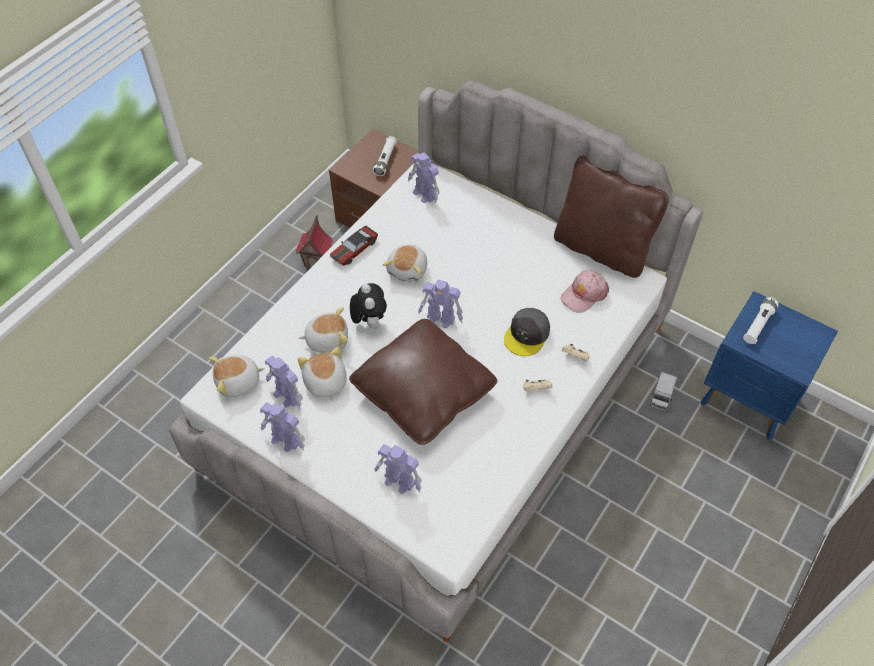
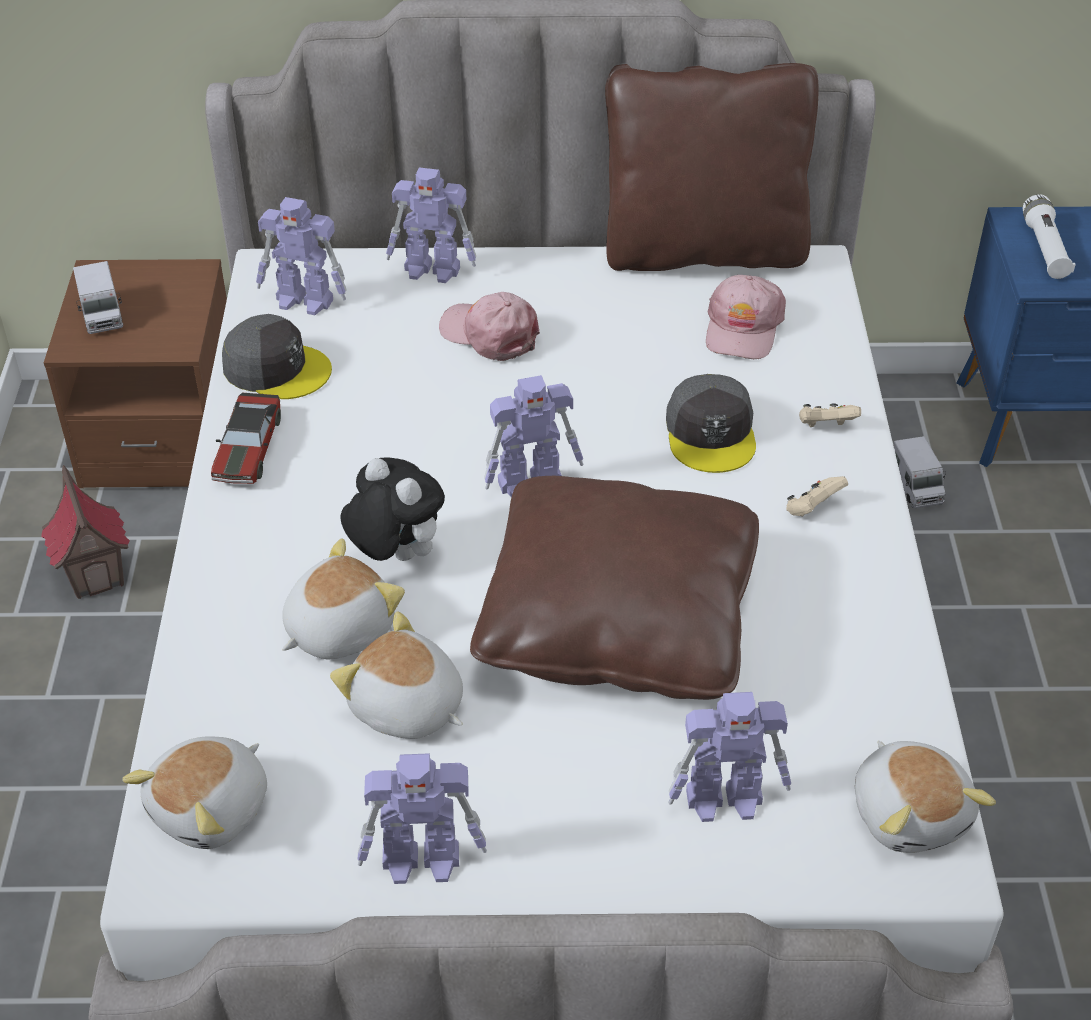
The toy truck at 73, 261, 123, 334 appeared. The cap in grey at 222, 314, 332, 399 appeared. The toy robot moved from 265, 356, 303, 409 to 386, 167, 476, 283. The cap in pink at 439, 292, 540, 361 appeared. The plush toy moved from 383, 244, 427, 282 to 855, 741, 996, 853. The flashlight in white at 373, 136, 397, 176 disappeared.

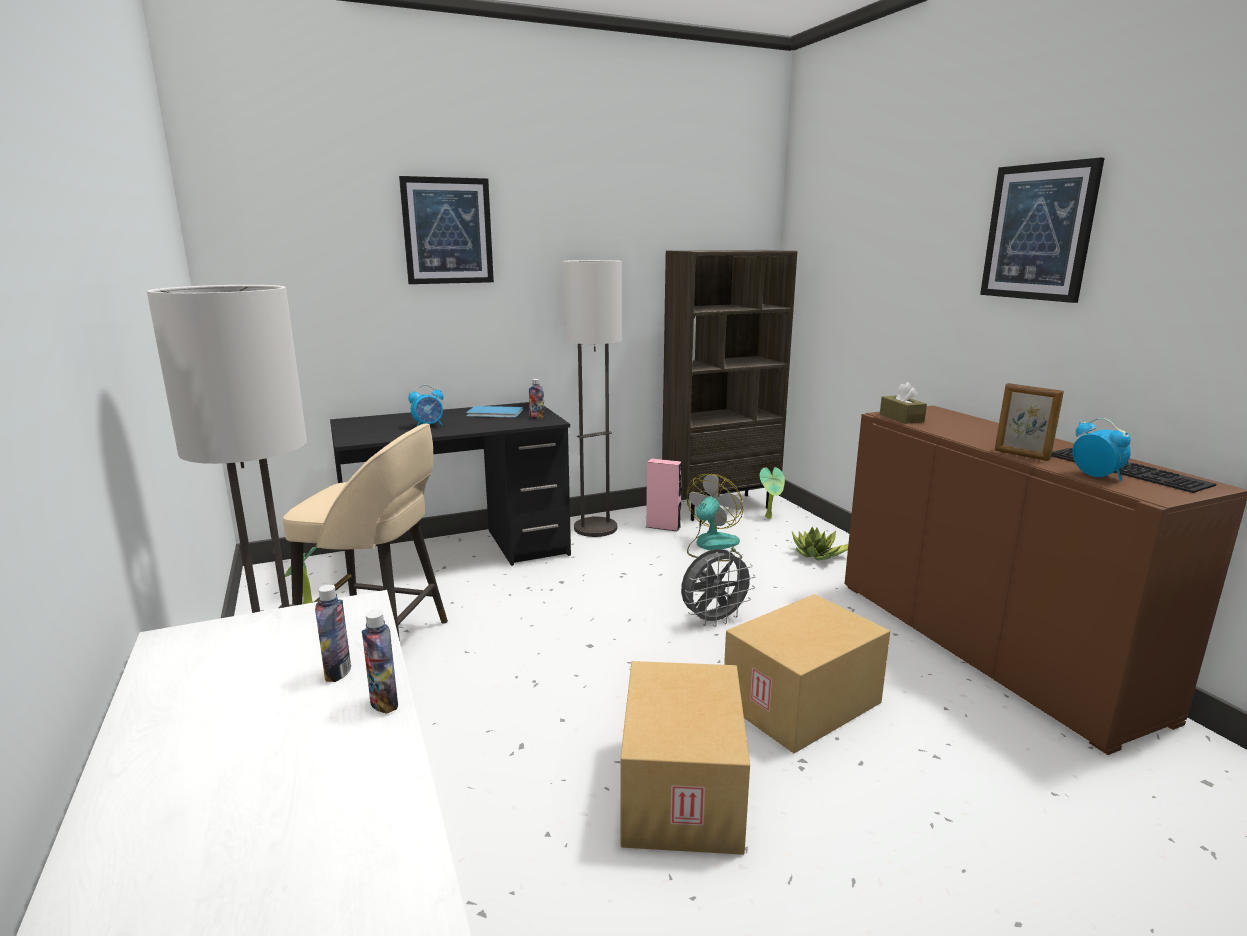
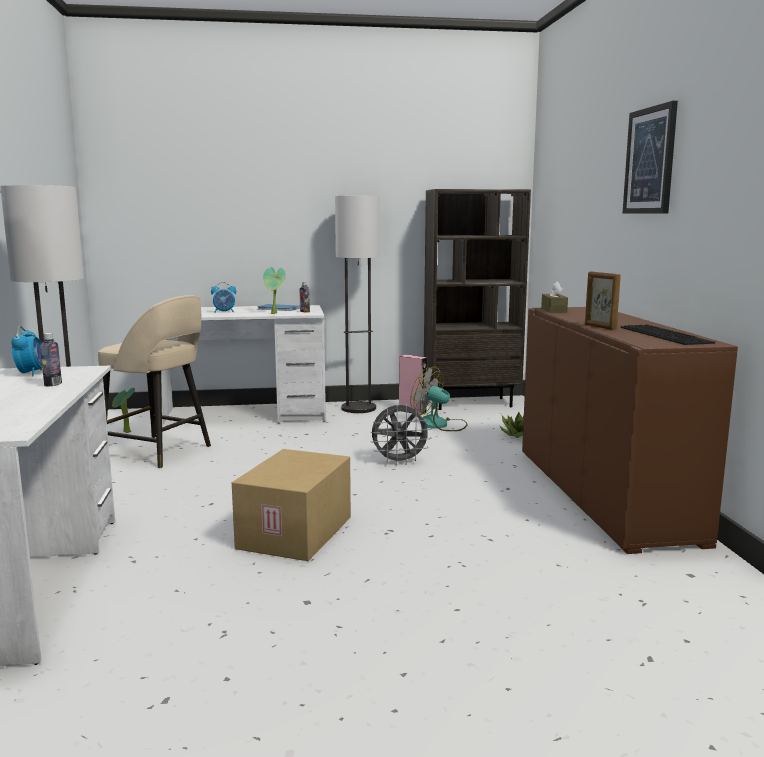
The alarm clock moved from 1072, 418, 1131, 481 to 11, 326, 42, 377. The desk in black at 330, 402, 571, 566 became the desk in white at 161, 305, 326, 427. The potted plant moved from 759, 467, 785, 519 to 263, 267, 286, 314. The fan at 687, 474, 743, 561 turned 105 degrees counterclockwise. The bottle at 362, 610, 398, 714 disappeared. The picture at 399, 176, 494, 284 disappeared. The cardboard box at 724, 594, 890, 753 disappeared.

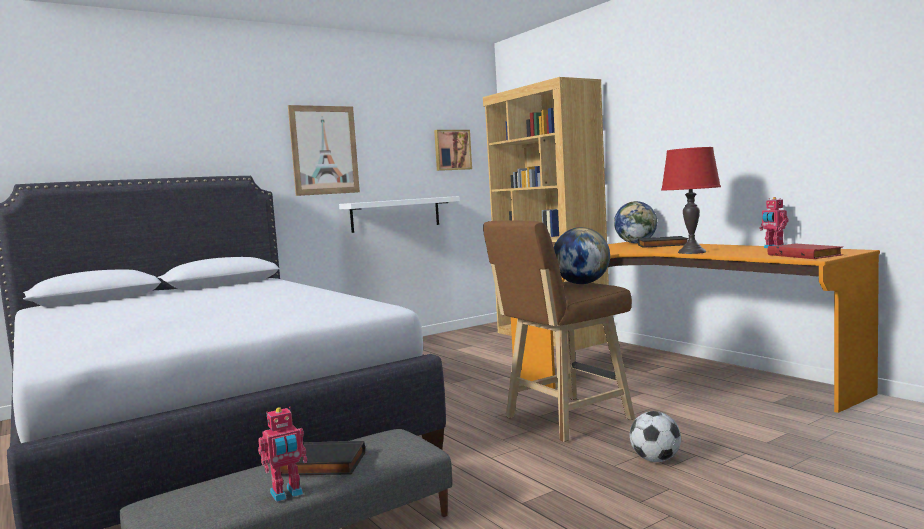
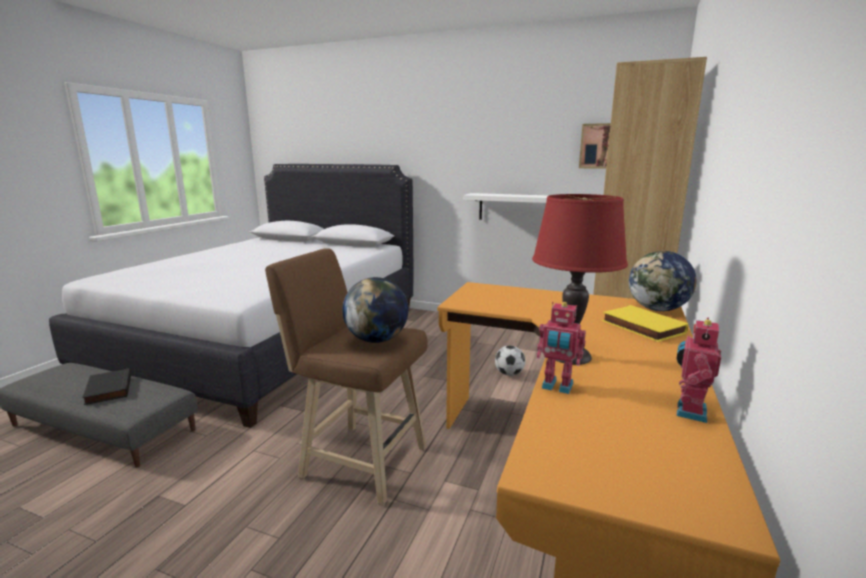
The football moved from 629, 411, 681, 462 to 495, 345, 525, 376. The toy robot moved from 258, 407, 307, 502 to 537, 302, 586, 394. The book in black at 638, 236, 689, 248 became the book in yellow at 602, 305, 688, 342. The picture at 288, 105, 360, 196 disappeared. The book in red at 768, 244, 843, 259 disappeared.

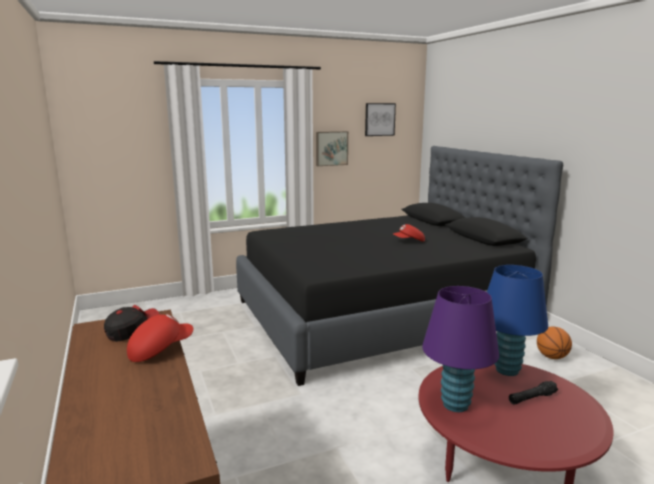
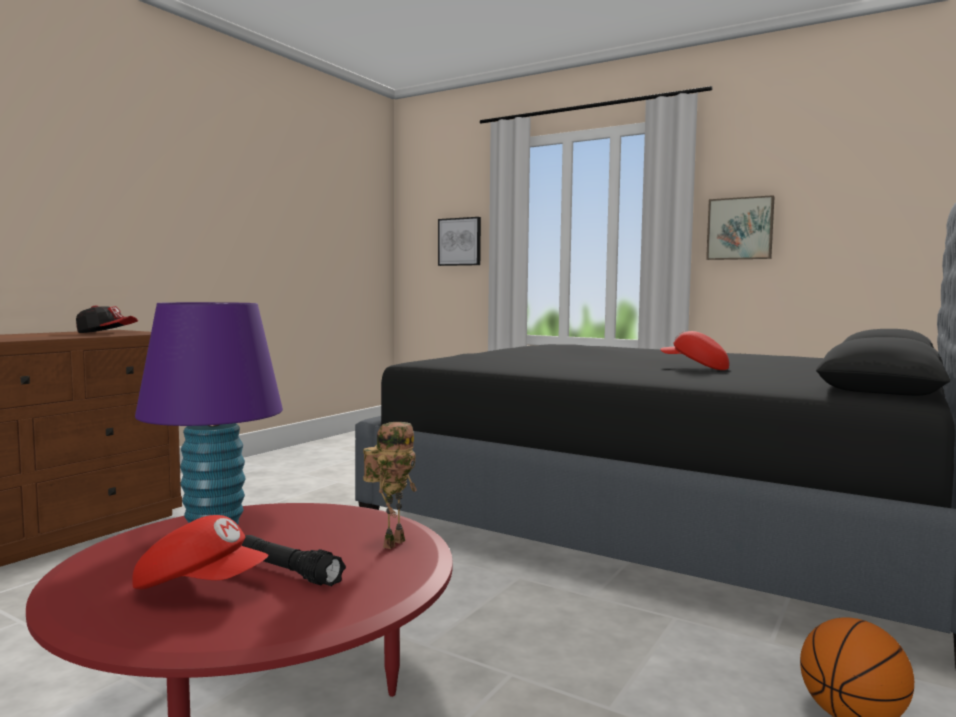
The cap in red moved from 127, 314, 193, 362 to 132, 515, 269, 589. The table lamp in blue at 487, 265, 548, 376 was replaced by the toy robot at 363, 422, 417, 549. The picture moved from 365, 103, 396, 136 to 438, 217, 481, 266.

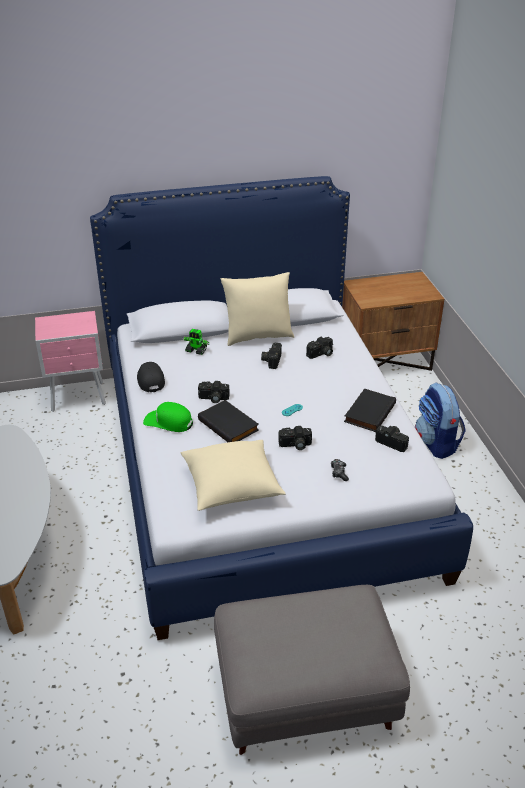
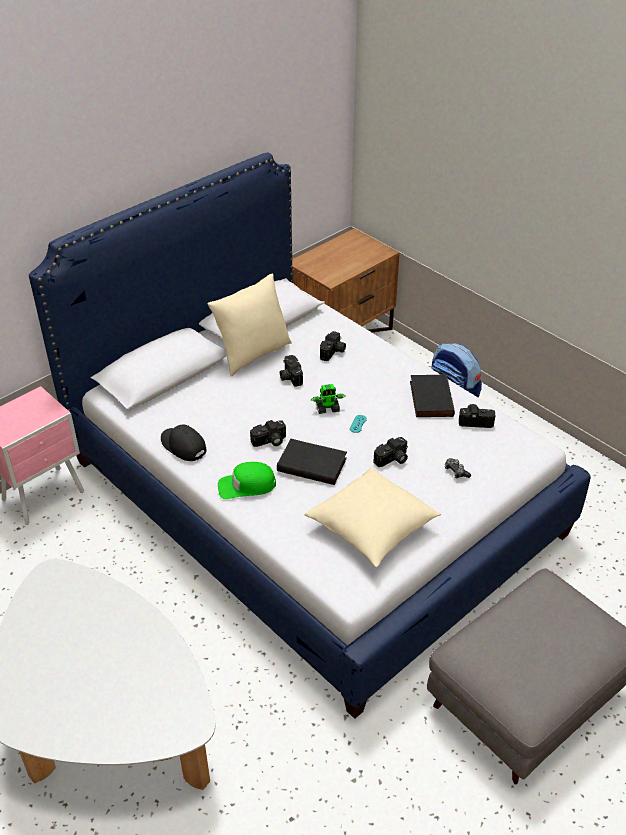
The toy robot moved from 183, 329, 209, 355 to 311, 384, 346, 414.

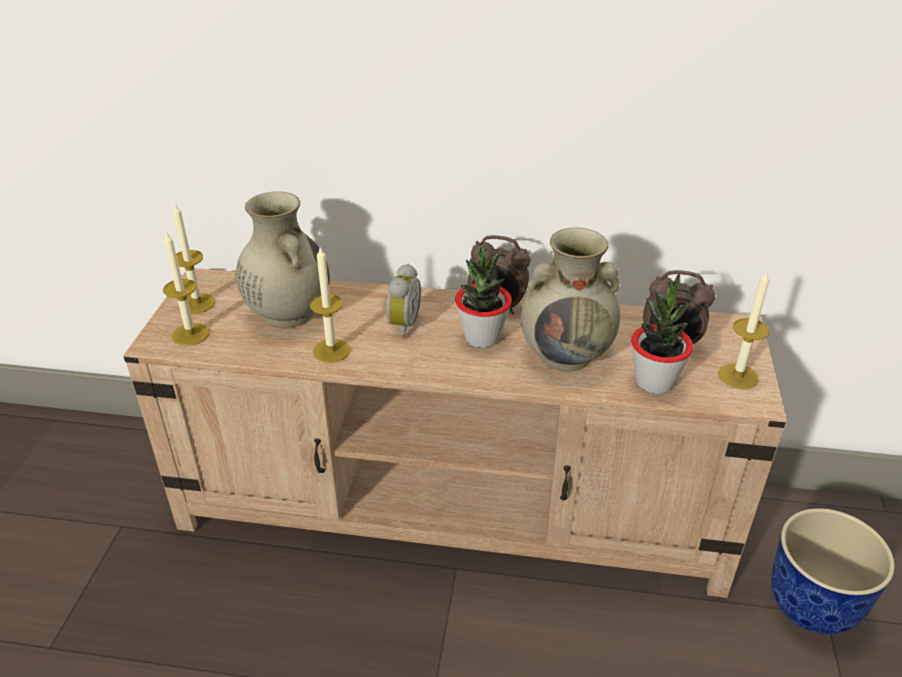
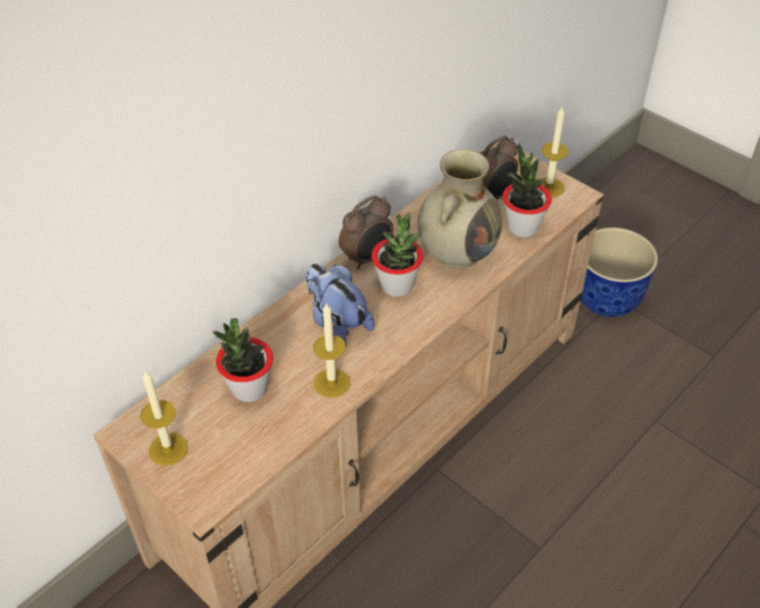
The vase in beige at 236, 191, 330, 328 was replaced by the potted plant at 213, 318, 273, 402. The alarm clock at 386, 264, 421, 338 was replaced by the plush toy at 306, 264, 374, 346. The candle at 163, 231, 209, 346 disappeared.

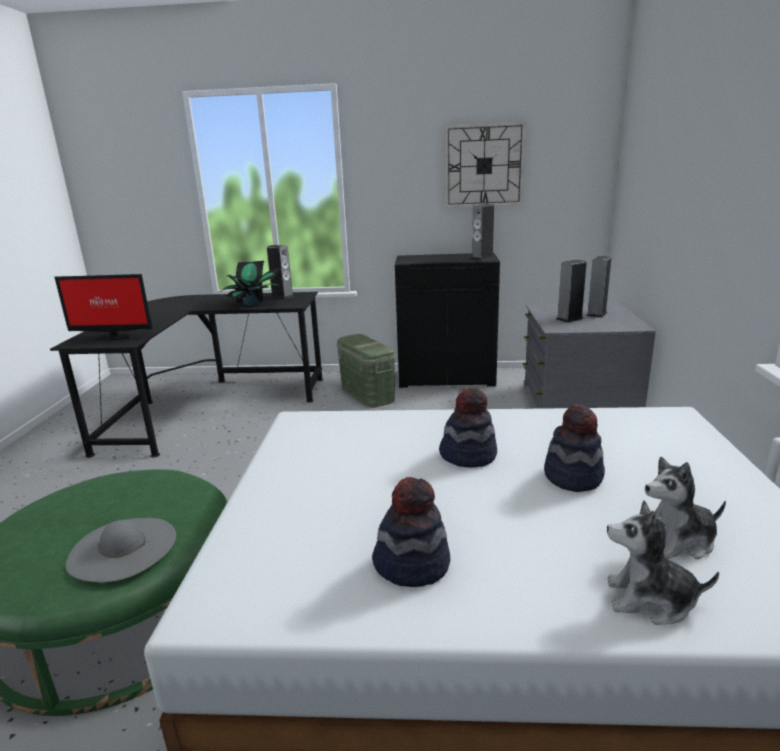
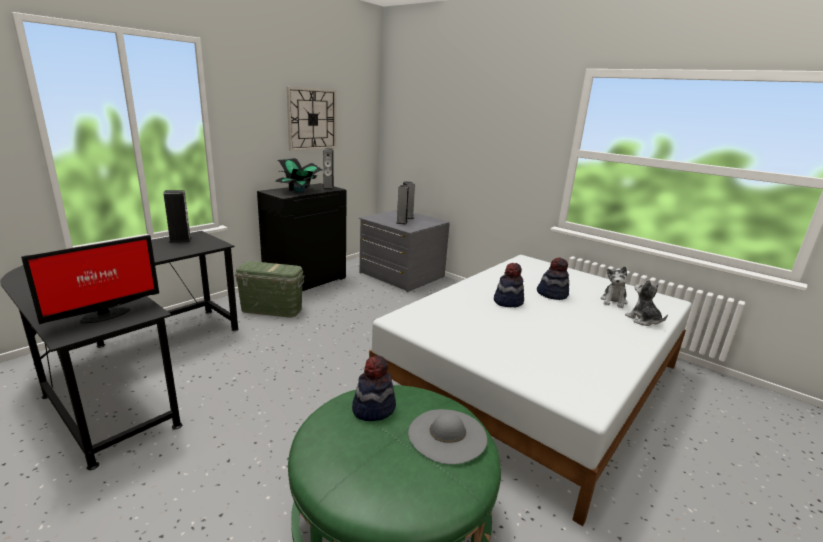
The potted plant moved from 220, 261, 280, 306 to 275, 158, 322, 192. The hat moved from 372, 477, 450, 587 to 352, 355, 396, 421. The plush toy at 607, 500, 719, 625 turned 105 degrees clockwise.

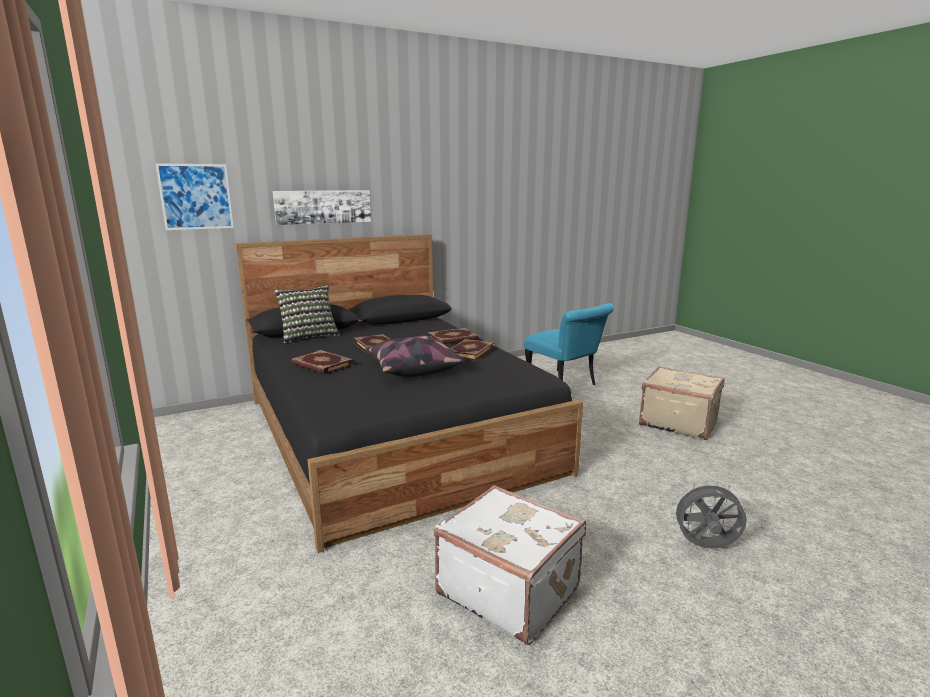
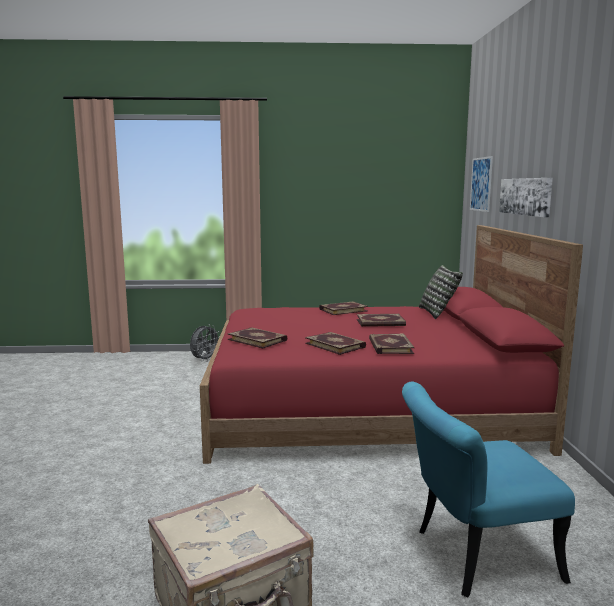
The fan in grey moved from 671, 480, 747, 549 to 190, 324, 220, 362. The bed in black at 236, 234, 583, 553 became the bed in red at 200, 225, 583, 464. The book at 228, 327, 287, 349 appeared. The pillow at 366, 336, 465, 377 disappeared. The suitcase in white at 434, 485, 586, 645 disappeared.

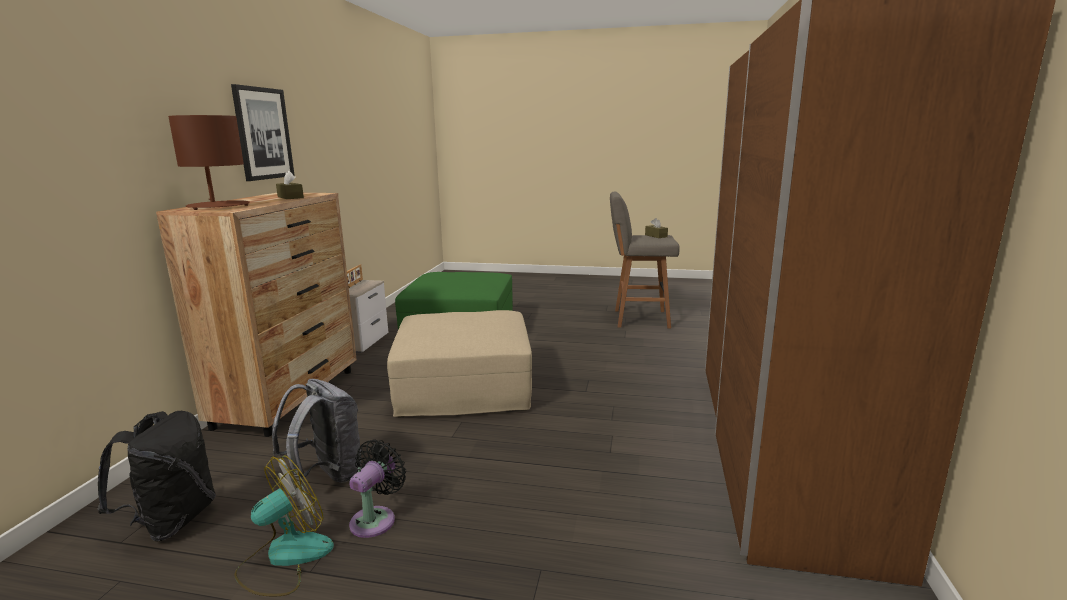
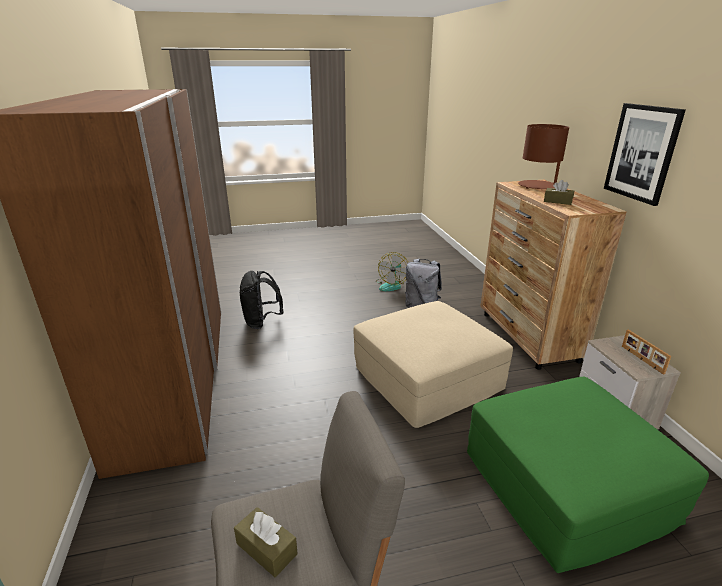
The backpack in black moved from 98, 411, 216, 541 to 240, 271, 284, 329. The fan in black at 349, 440, 406, 538 disappeared.

